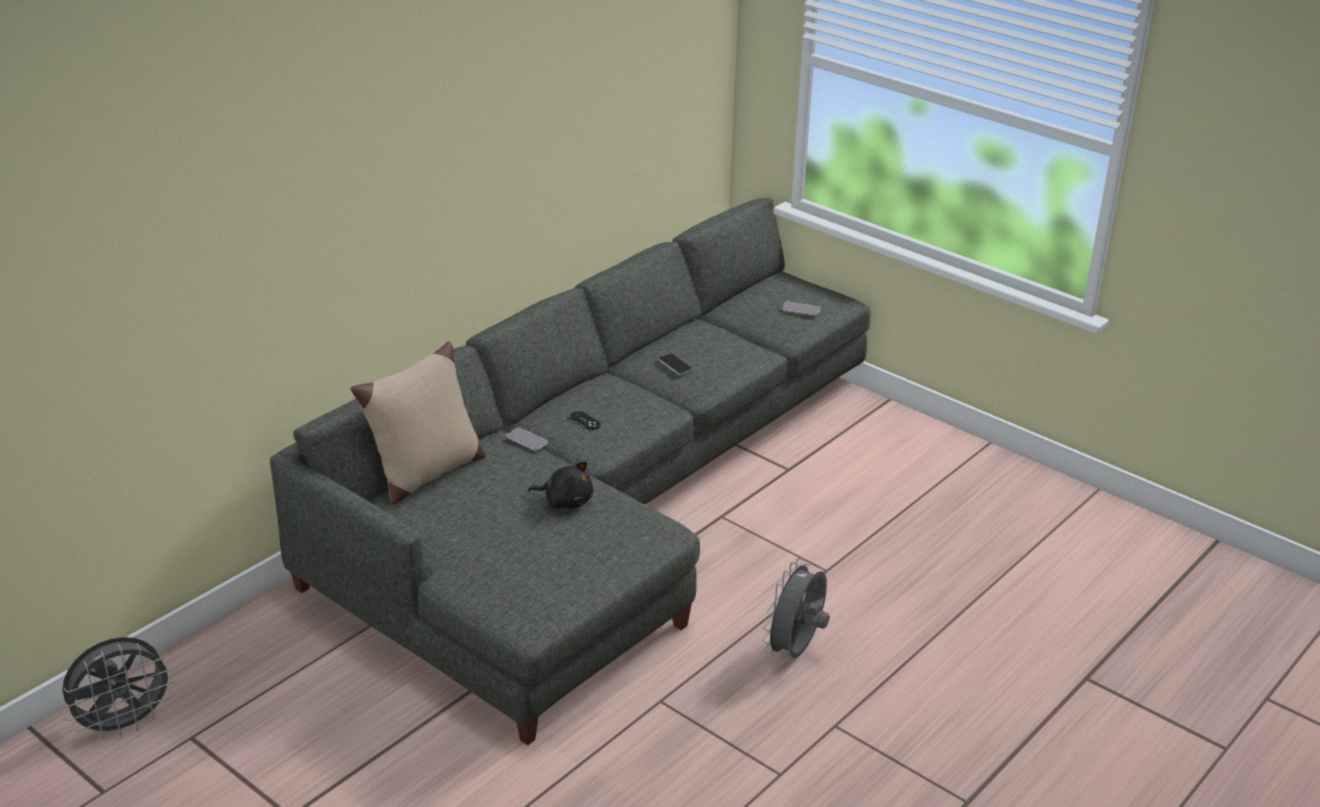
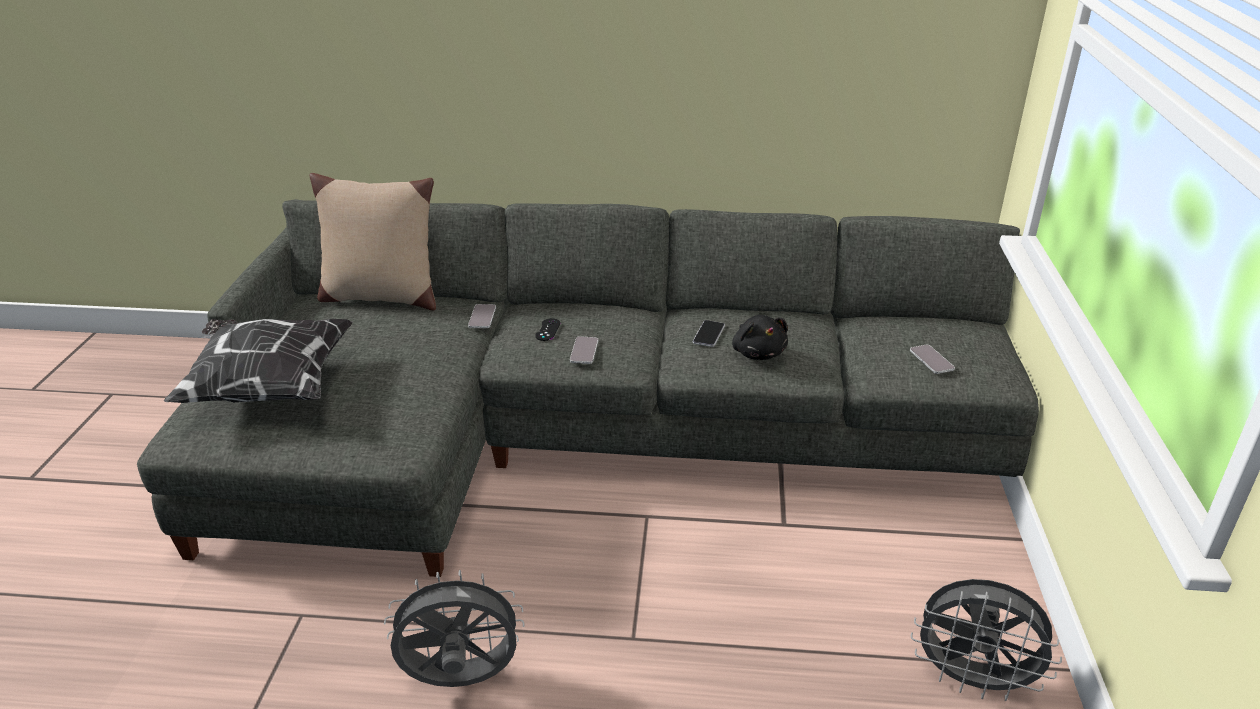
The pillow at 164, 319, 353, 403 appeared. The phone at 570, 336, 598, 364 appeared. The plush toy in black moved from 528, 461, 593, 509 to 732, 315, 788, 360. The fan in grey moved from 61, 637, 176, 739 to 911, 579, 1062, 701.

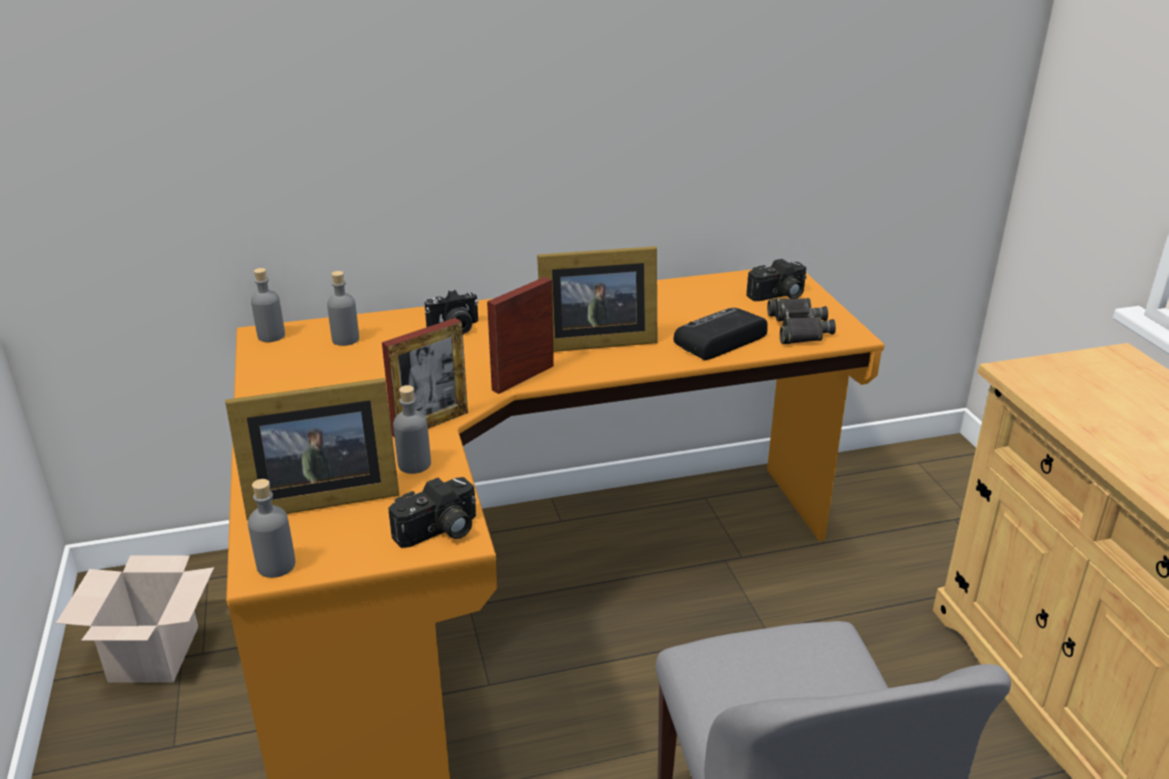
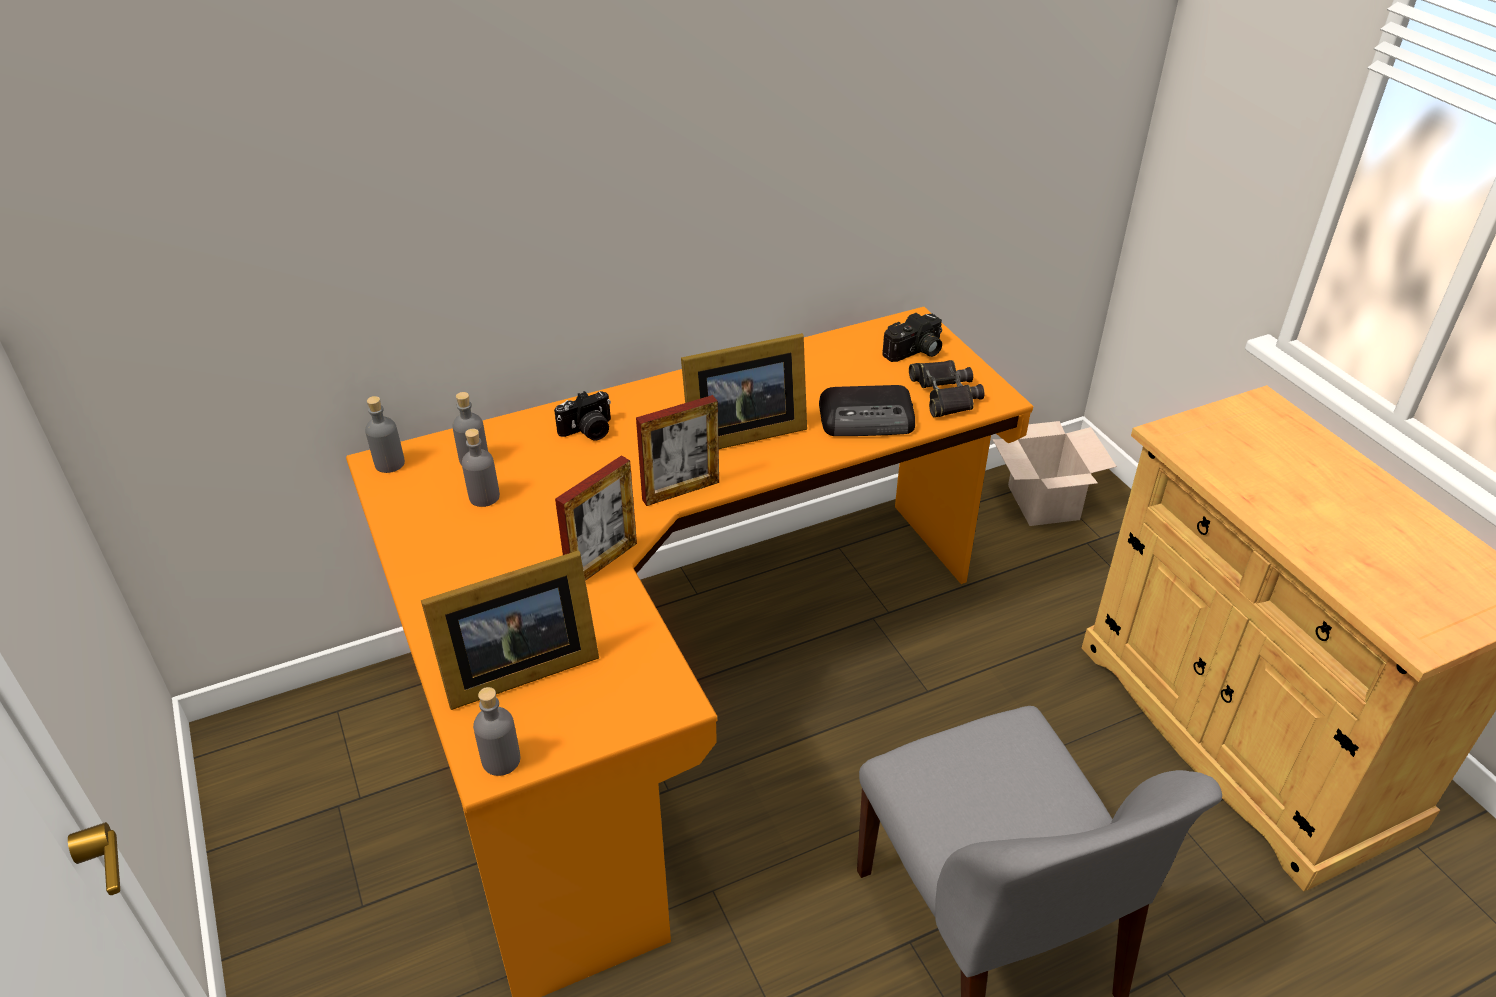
The bottle in grey moved from 393, 385, 431, 474 to 462, 429, 500, 507. The picture frame at 487, 277, 554, 394 turned 150 degrees counterclockwise. The radio at 673, 308, 768, 360 turned 135 degrees counterclockwise. The cardboard box moved from 56, 555, 214, 682 to 993, 421, 1117, 526. The photo camera at 388, 477, 476, 548 disappeared.

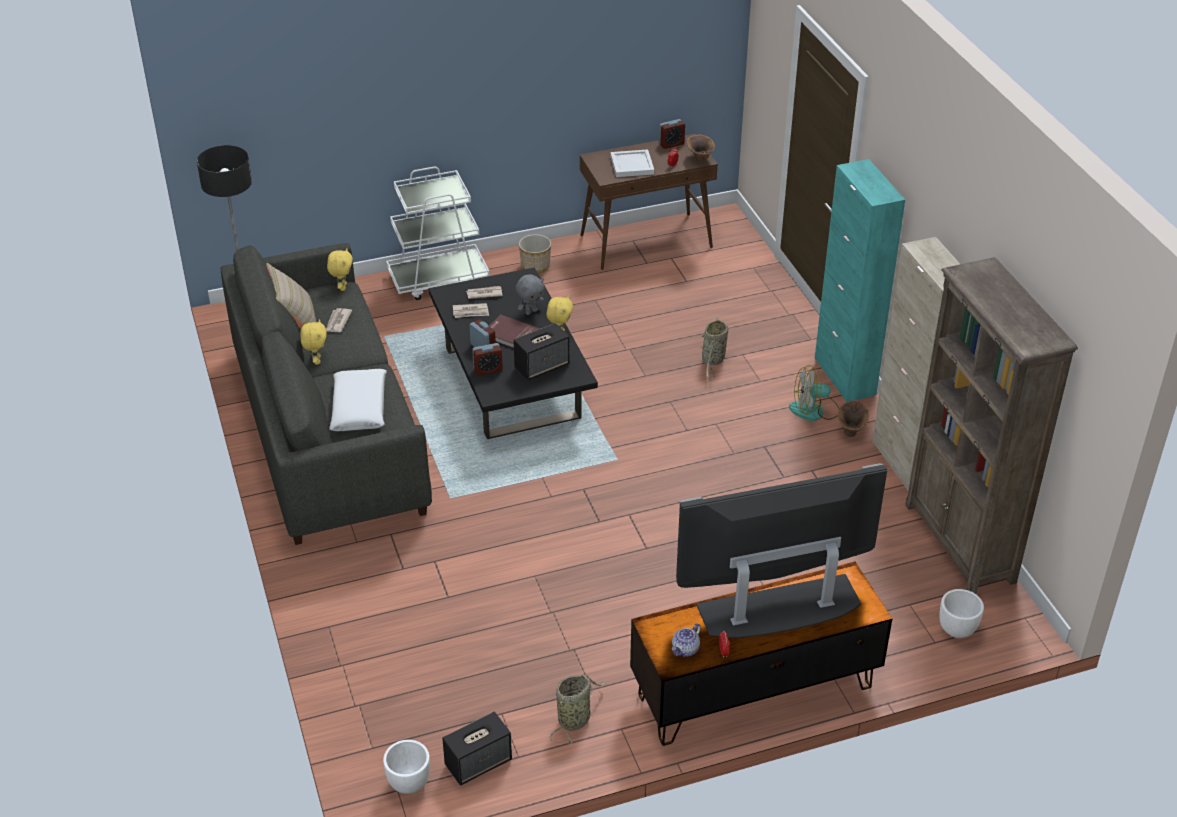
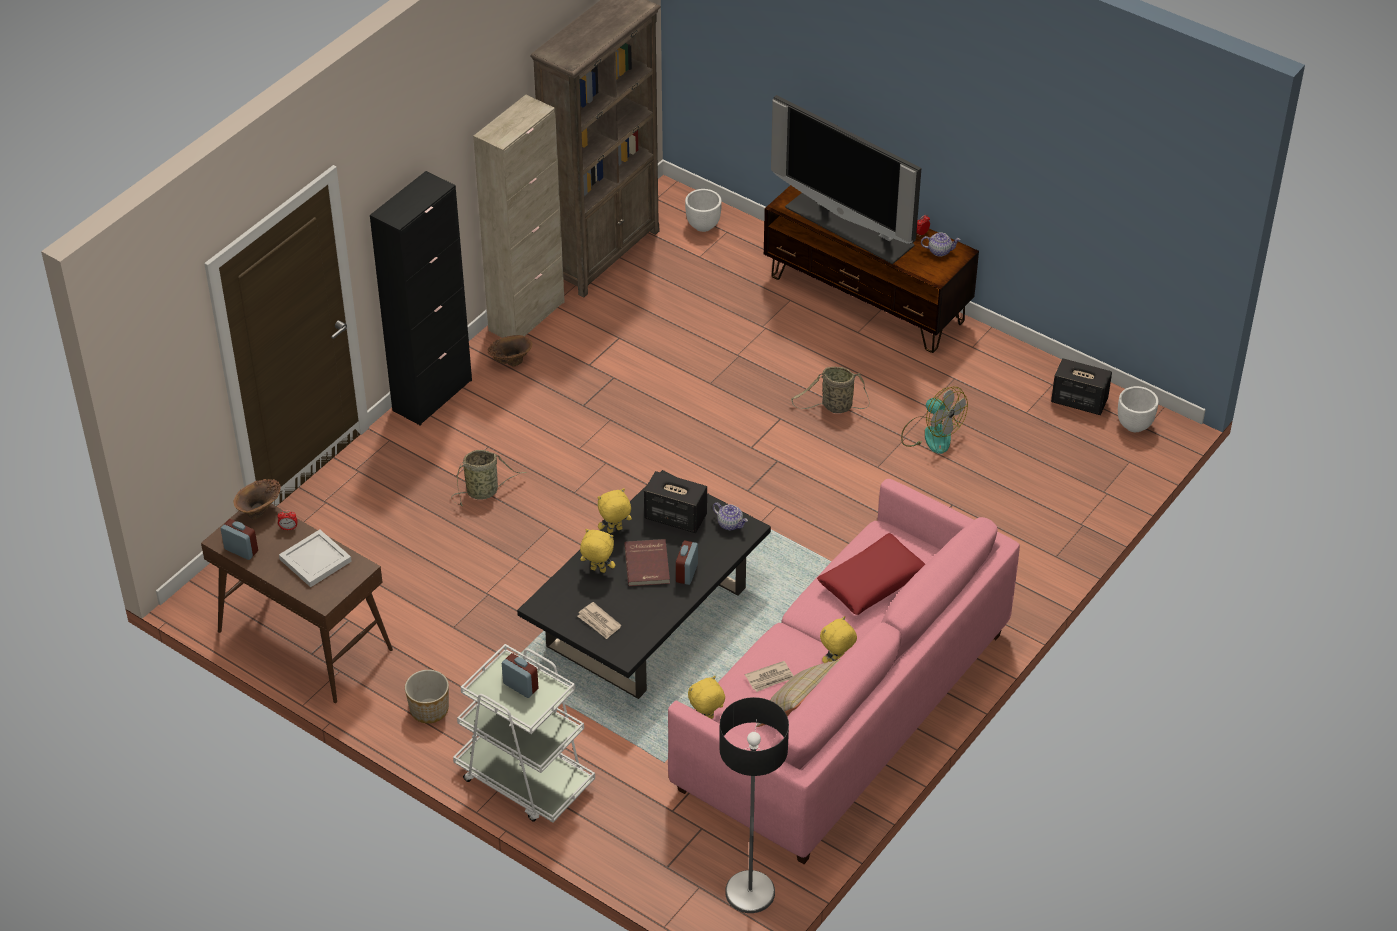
The cabinet in turquoise at 815, 159, 905, 402 became the cabinet in black at 370, 171, 472, 426. The alarm clock moved from 472, 343, 503, 376 to 502, 653, 539, 698. The plush toy in grey at 516, 274, 545, 315 became the plush toy in yellow at 580, 529, 615, 573. The sofa in grey at 221, 243, 432, 545 became the sofa in pink at 668, 479, 1020, 864. The teapot at 713, 503, 748, 530 appeared. The basket moved from 550, 675, 606, 744 to 791, 367, 869, 413. The pillow in white at 329, 369, 387, 431 became the pillow in red at 817, 533, 925, 615. The fan moved from 789, 365, 840, 421 to 901, 387, 968, 454. The newspaper at 453, 303, 489, 318 disappeared.

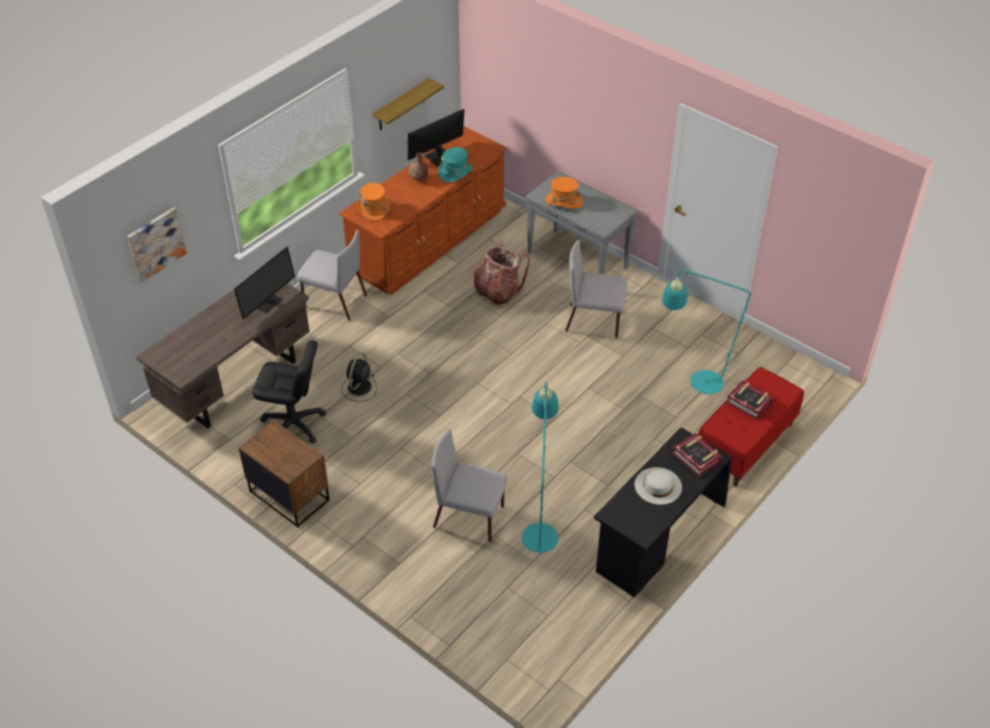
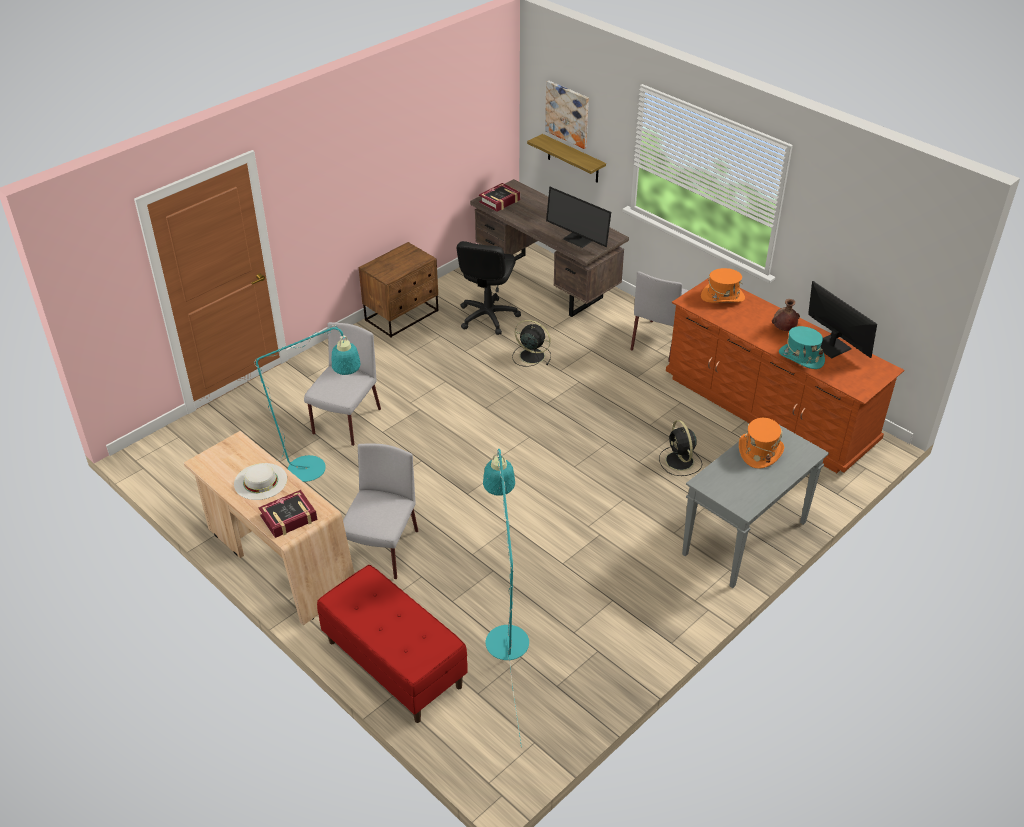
The desk in black at 594, 427, 732, 597 became the desk in beige at 184, 431, 355, 625. The chair in grey moved from 565, 240, 628, 338 to 343, 444, 418, 579. The book moved from 726, 380, 774, 420 to 479, 183, 520, 212. The shelf moved from 372, 78, 444, 130 to 527, 134, 606, 183. The backpack at 474, 240, 530, 305 was replaced by the fan in black at 659, 420, 702, 476.

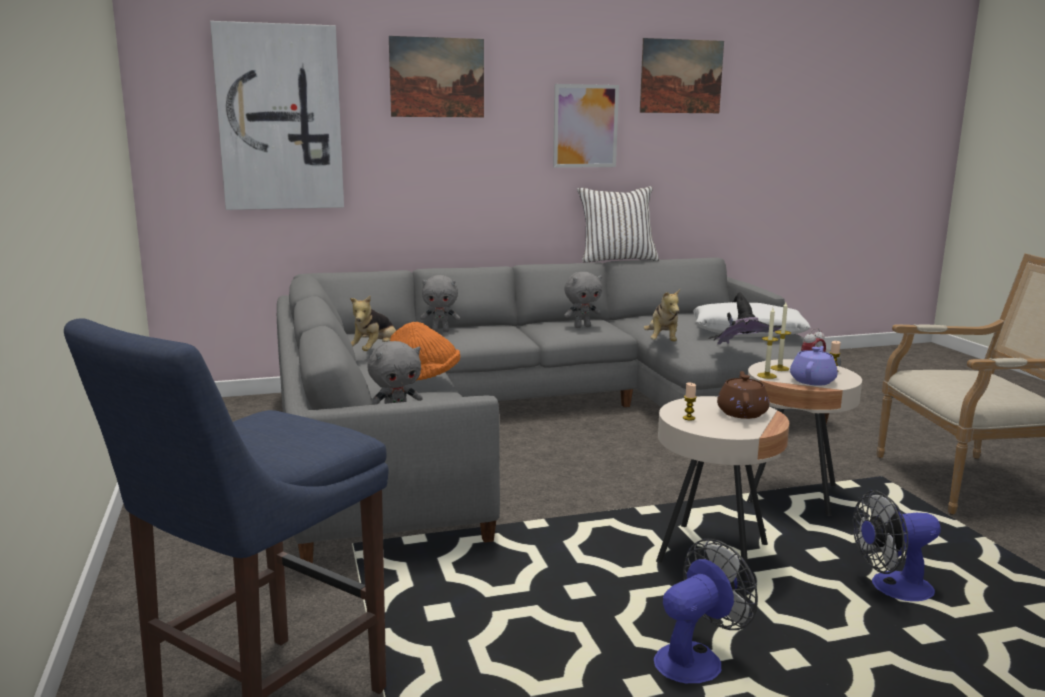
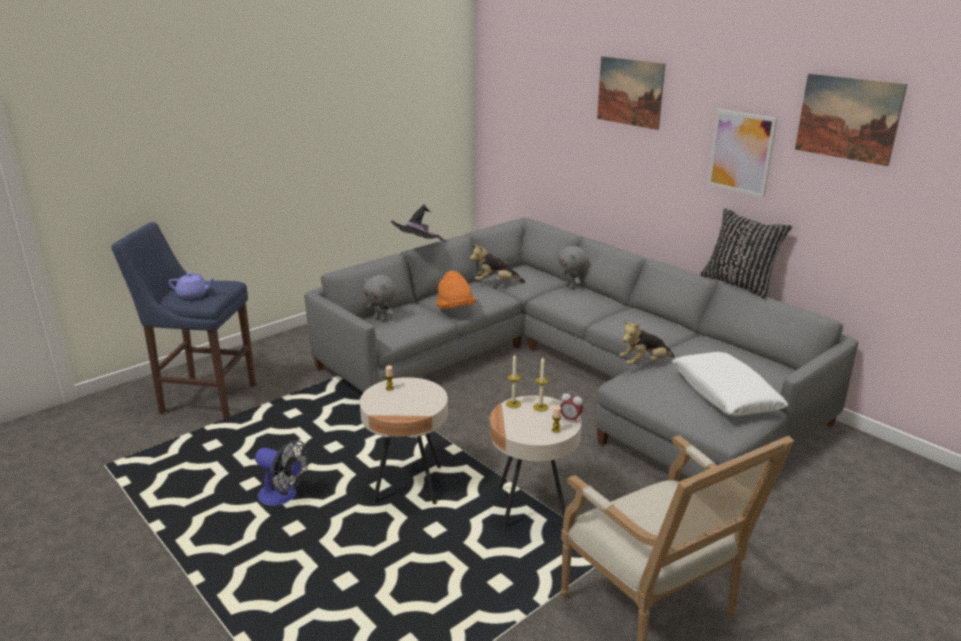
The teapot in purple moved from 790, 346, 838, 386 to 168, 272, 216, 299. The hat in black moved from 708, 292, 782, 344 to 391, 205, 447, 243. The pillow in white at 577, 186, 659, 263 became the pillow in black at 700, 208, 793, 299. The picture at 210, 21, 344, 210 disappeared. The plush toy in grey at 564, 272, 602, 328 disappeared. The teapot in brown at 717, 371, 769, 419 disappeared. The fan at 853, 490, 941, 601 disappeared.

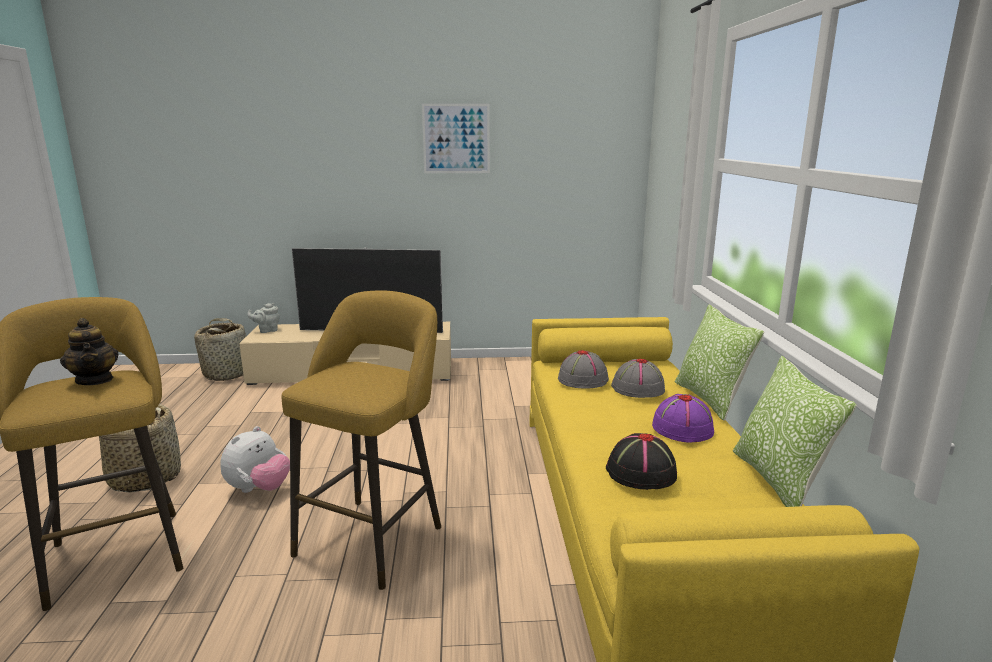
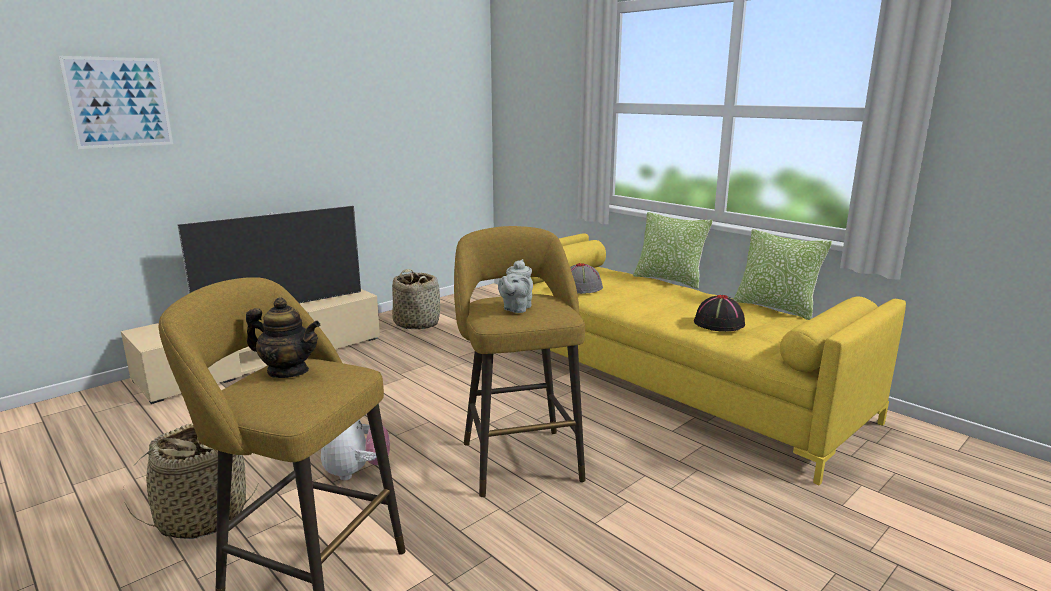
The picture moved from 422, 104, 490, 173 to 58, 56, 173, 149. The basket moved from 194, 318, 248, 381 to 392, 269, 440, 329. The teapot in grey moved from 247, 303, 280, 333 to 498, 259, 533, 313. The hat in grey at 611, 359, 665, 398 disappeared. The hat in purple at 652, 394, 714, 442 disappeared.

